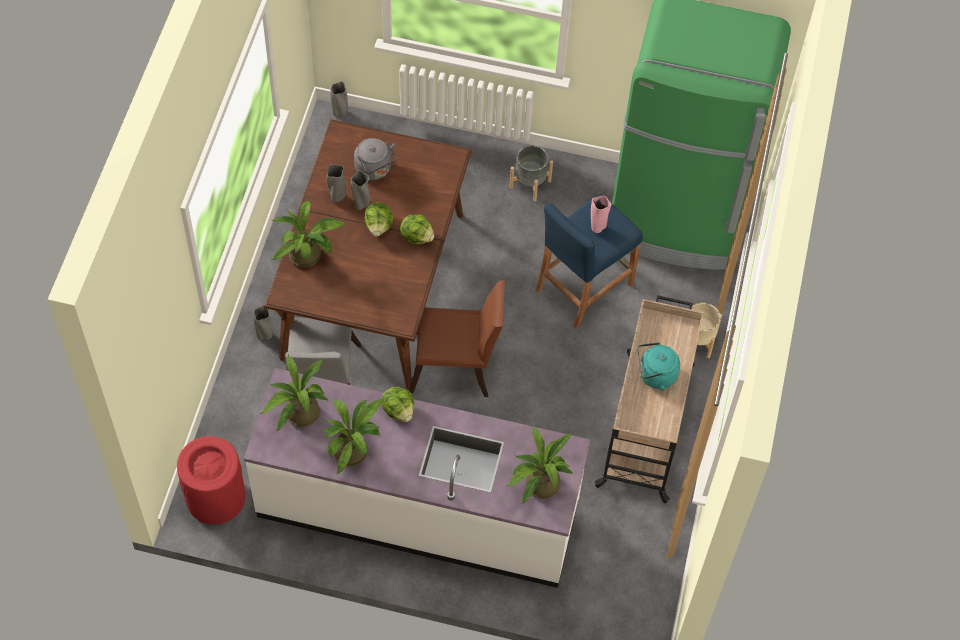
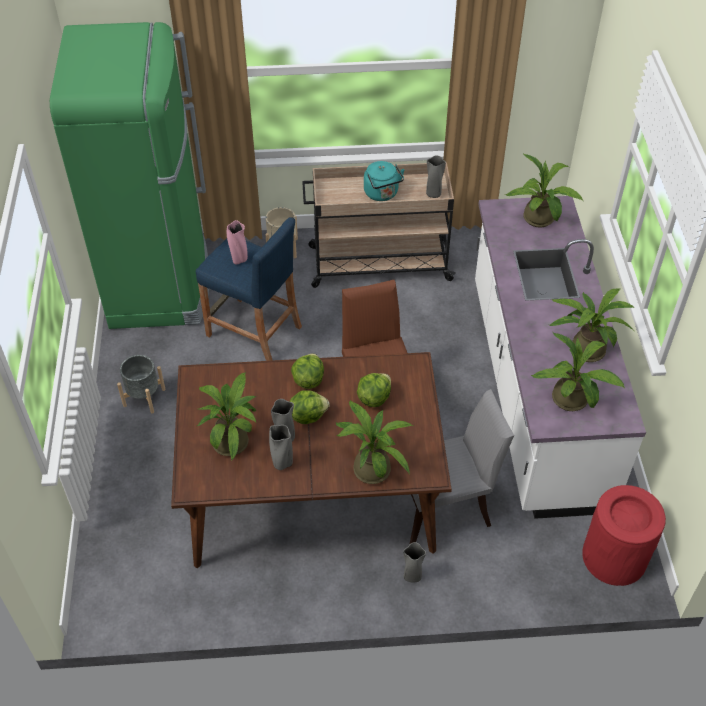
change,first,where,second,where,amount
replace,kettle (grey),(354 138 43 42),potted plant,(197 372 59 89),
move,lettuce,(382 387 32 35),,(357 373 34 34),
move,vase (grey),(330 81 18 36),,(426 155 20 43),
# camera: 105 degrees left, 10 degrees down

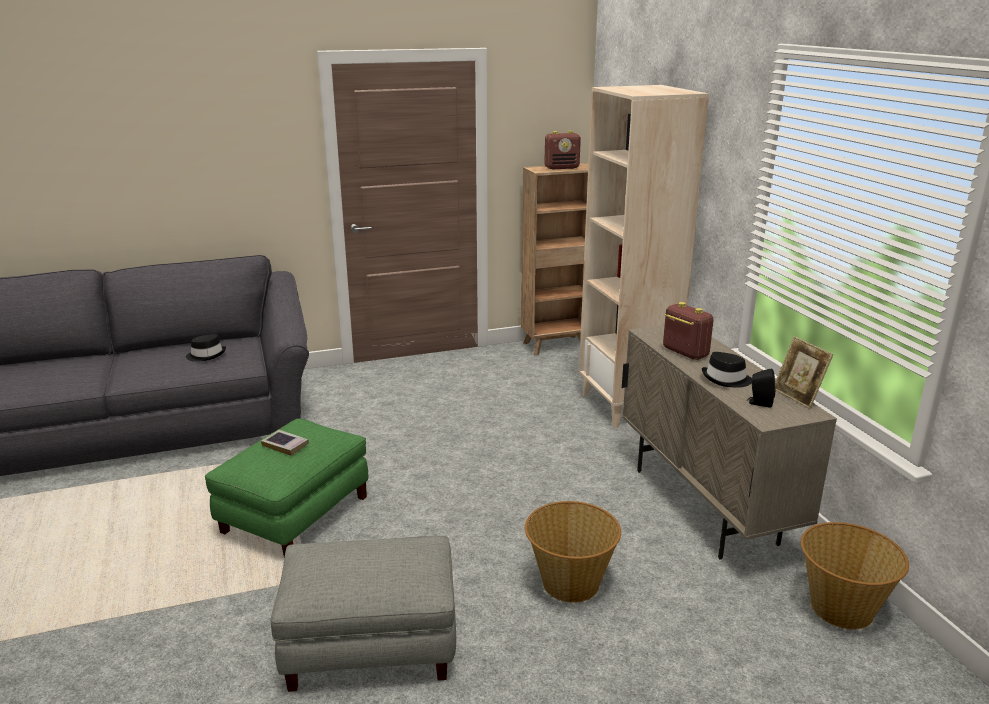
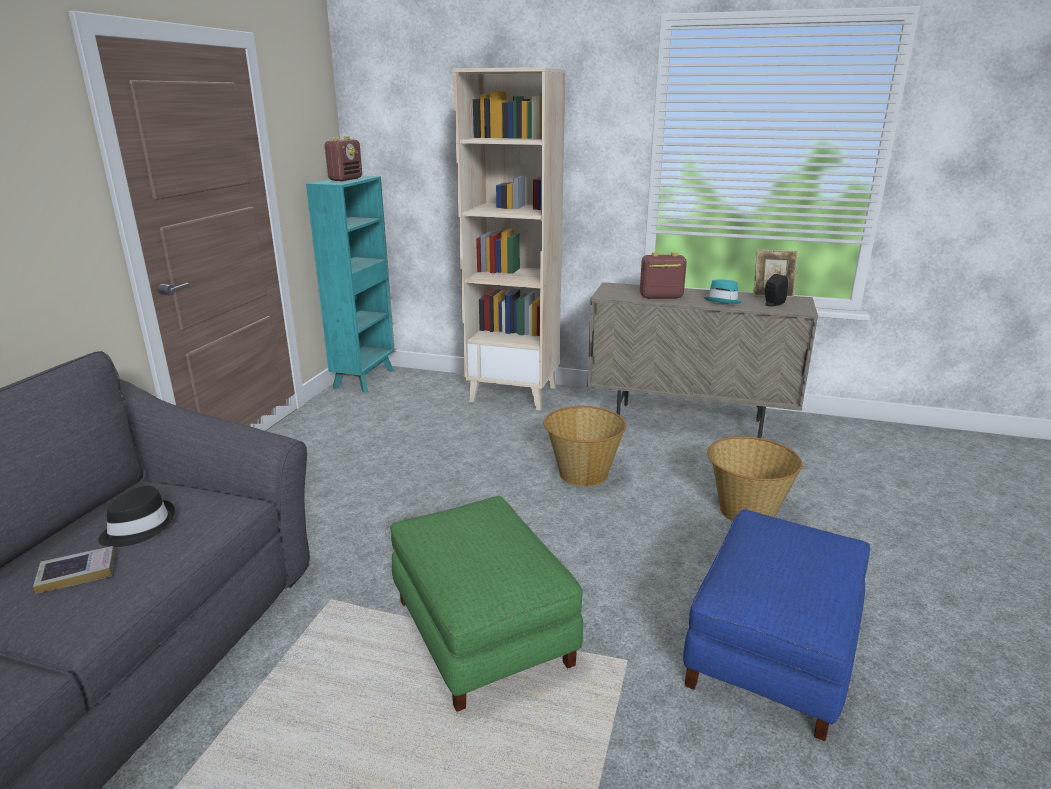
change,first,where,second,where,amount
move,book,(261 430 48 26),,(33 546 82 48),
recolor,bookcase (brown),(521 163 67 192),bookcase (turquoise),(306 176 89 217),
move,basket,(801 522 108 107),,(544 406 82 81),
recolor,ottoman (grey),(271 536 185 156),ottoman (blue),(683 509 187 232),
recolor,hat (black),(702 352 50 36),hat (turquoise),(704 279 39 25),
# camera: 55 degrees left, 0 degrees up

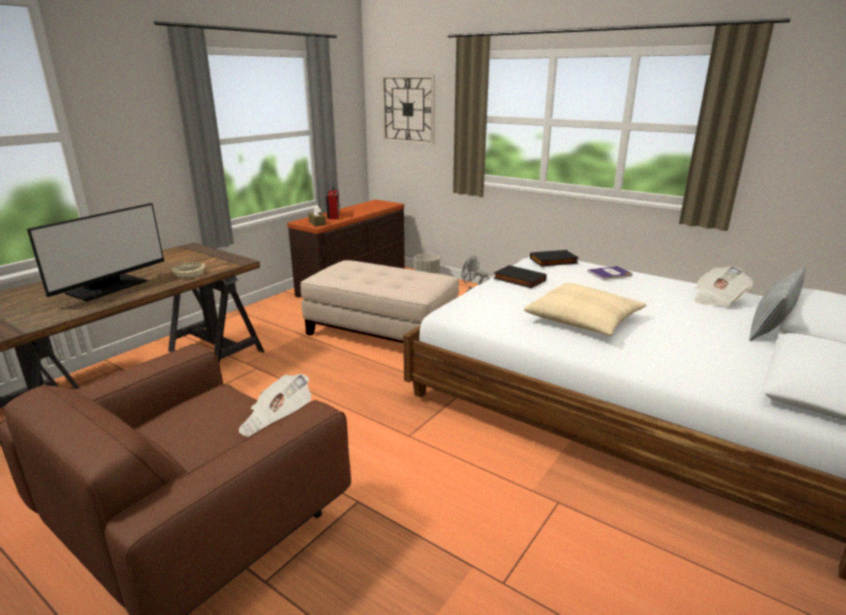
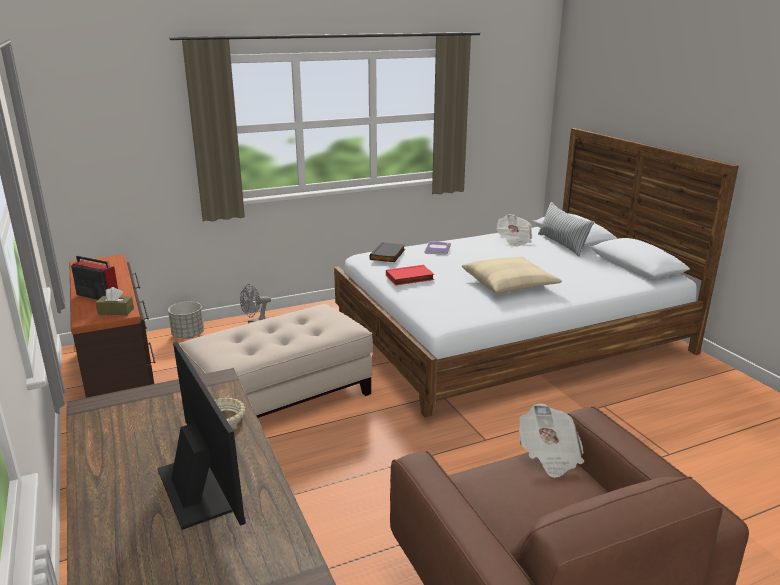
change,first,where,second,where,amount
recolor,book (black),(493 265 54 23),book (red),(386 265 48 20),
delete,wall clock,(382 75 53 70),,,
# camera: 60 degrees left, 0 degrees up

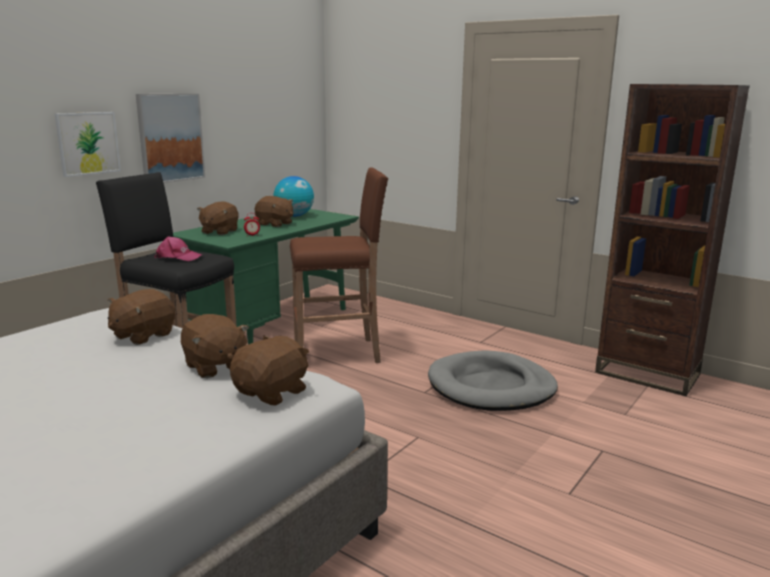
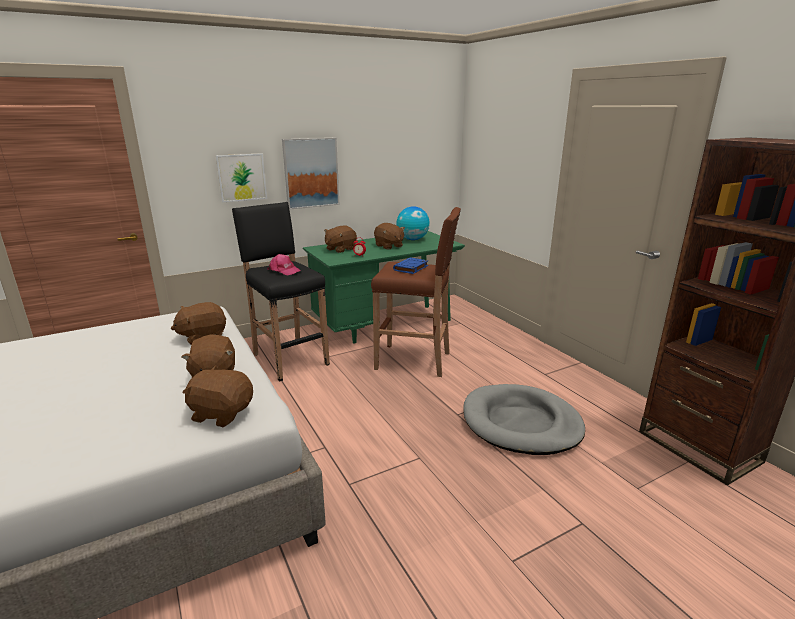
change,first,where,second,where,amount
rotate,plush toy (brown),(230 336 79 70),,(183 365 70 62),135 degrees counterclockwise
insert,,,book (blue),(393 257 35 17),
# camera: 25 degrees right, 5 degrees up

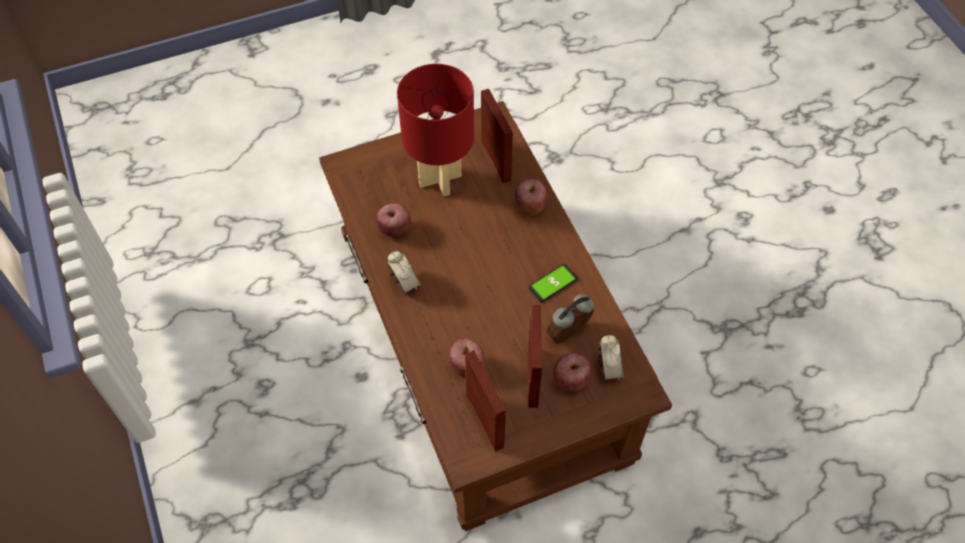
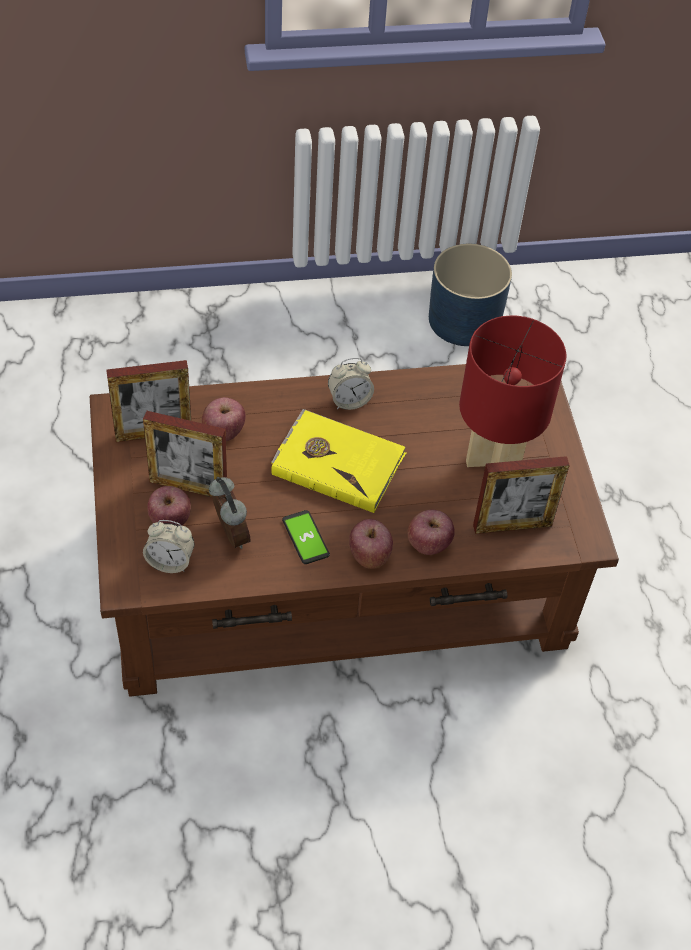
change,first,where,second,where,amount
insert,,,book (yellow),(271 409 136 104),
move,apple,(376 203 35 34),,(349 519 44 50),
insert,,,planter (blue),(429 244 83 102),
# camera: 100 degrees right, 5 degrees down

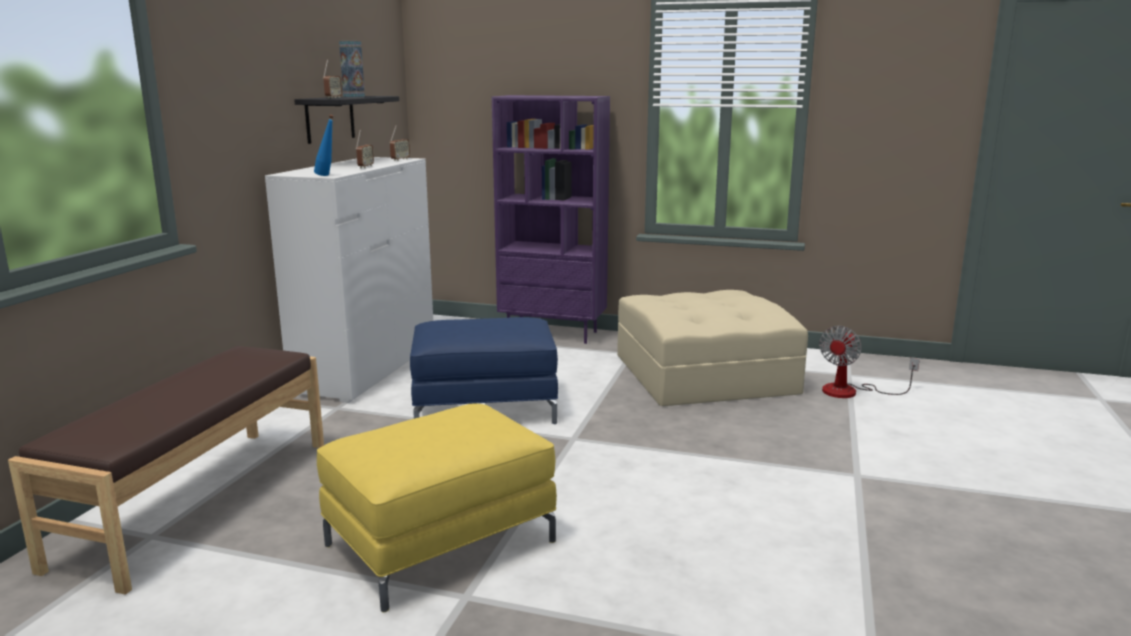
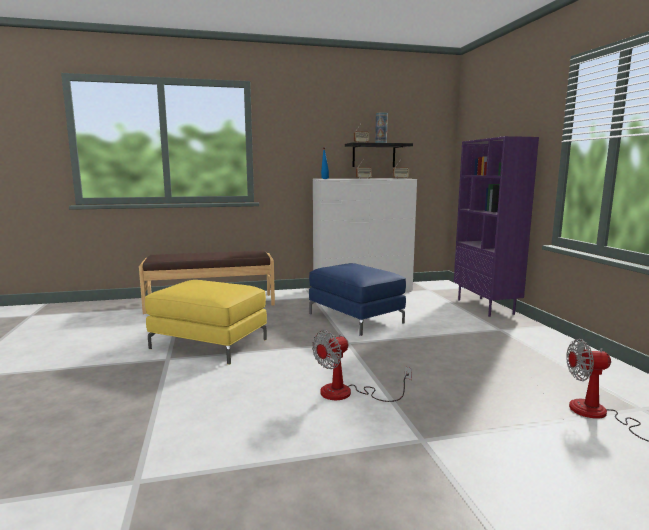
change,first,where,second,where,amount
insert,,,fan,(312 330 100 72),
delete,ottoman (beige),(617 290 191 116),,,
# camera: 60 degrees right, 5 degrees down

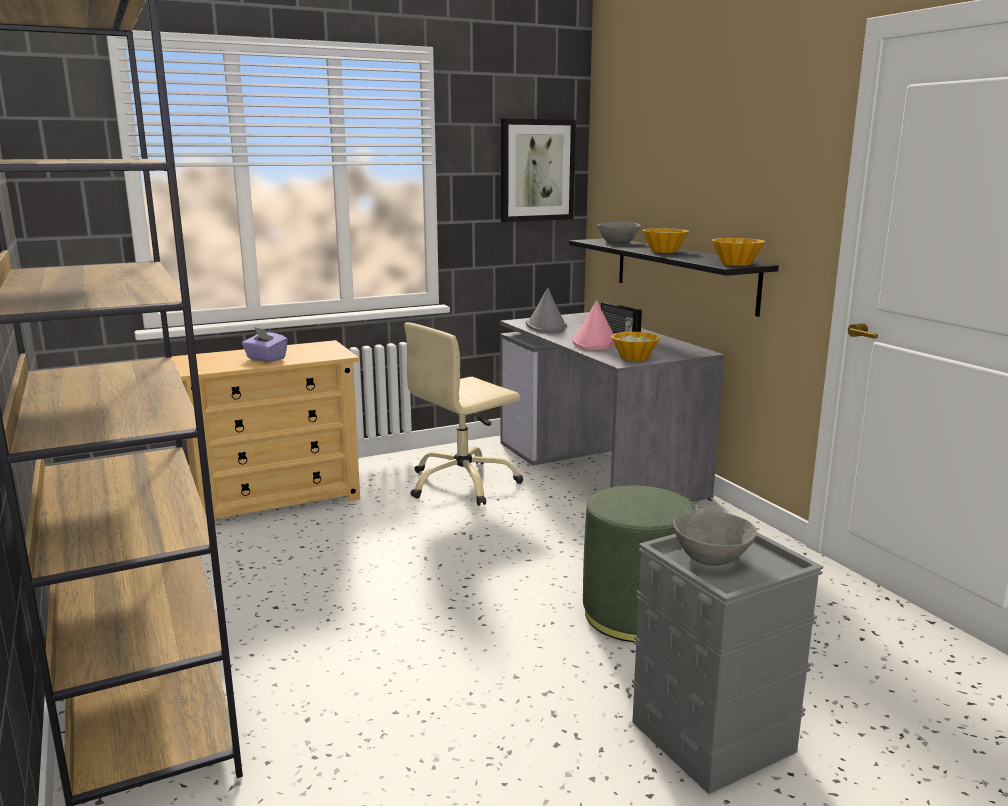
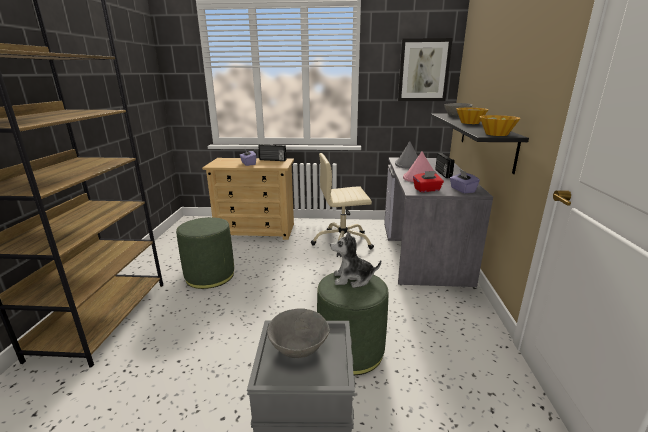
change,first,where,second,where,amount
insert,,,ottoman (green),(176 217 58 72),
insert,,,radio,(258 144 28 17),
insert,,,plush toy,(330 231 51 57),
replace,bowl,(611 332 49 29),tissue box (red),(413 171 31 21),
insert,,,tissue box (purple),(450 170 30 24),
# camera: 30 degrees right, 5 degrees up

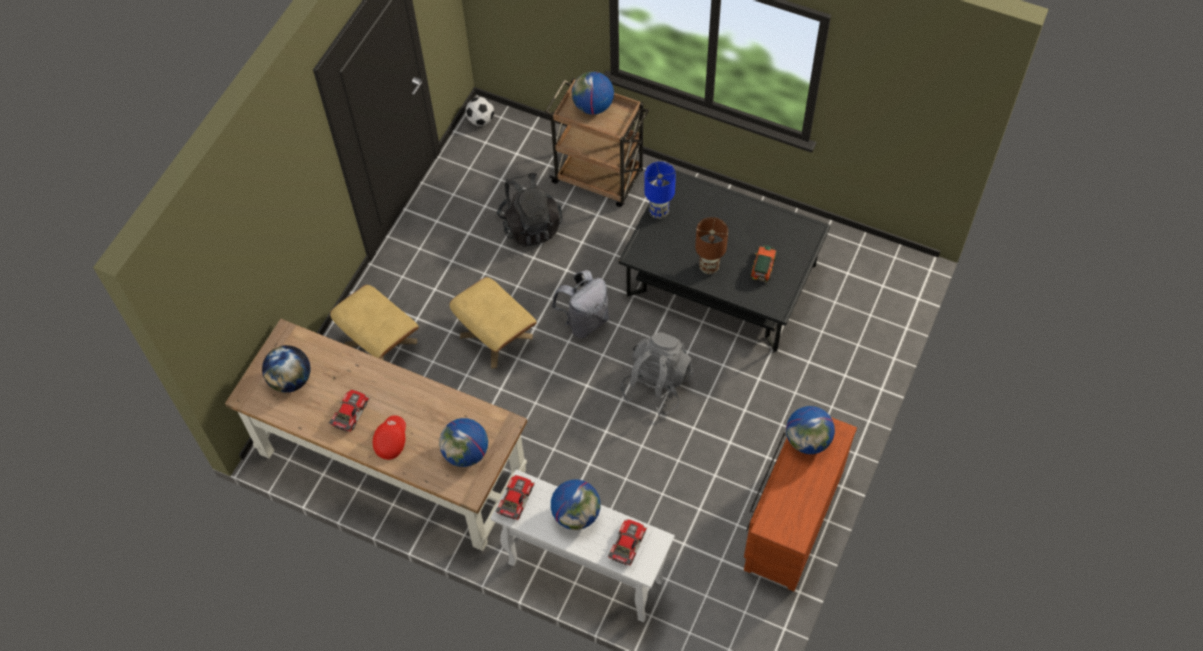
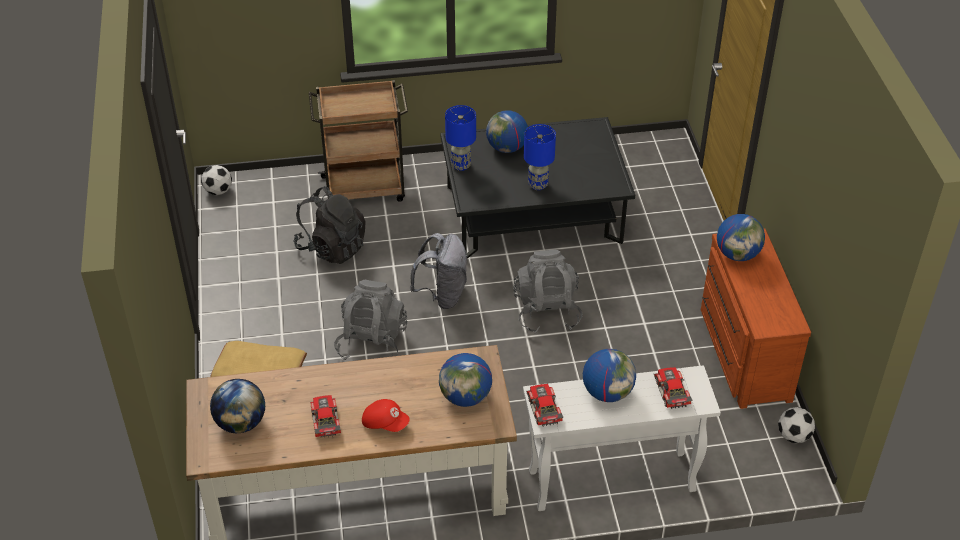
change,first,where,second,where,amount
replace,ottoman (beige),(449 277 88 91),backpack (grey),(334 280 73 80),
rotate,cap (red),(373 415 33 45),,(362 399 48 33),135 degrees clockwise
move,globe,(572 72 42 43),,(486 110 42 43),
recolor,table lamp (brown),(695 217 33 57),table lamp (blue),(524 124 32 66),
insert,,,football,(778 407 37 36),
delete,toy car,(750 245 27 37),,,
# camera: 35 degrees left, 15 degrees down

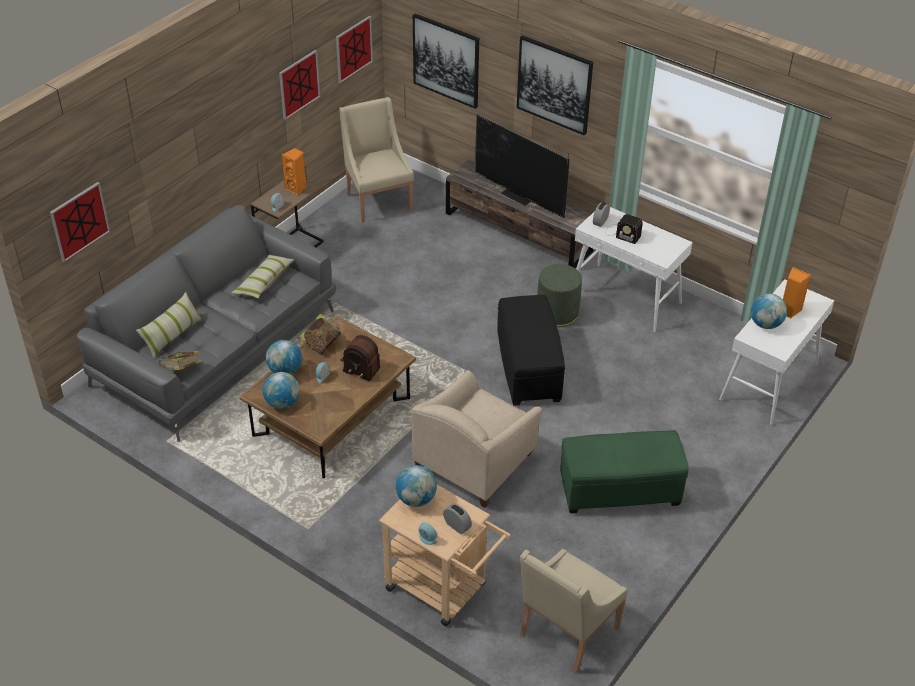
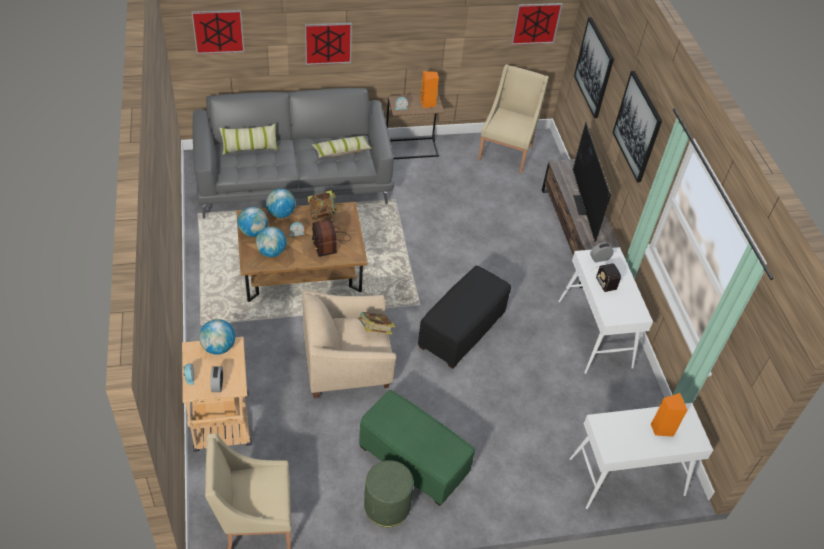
change,first,where,second,where,amount
move,globe,(750 293 37 36),,(256 227 30 30),
move,picture,(279 50 41 70),,(305 23 47 42),
move,book,(158 351 44 19),,(357 312 38 23),
move,ottoman (green),(537 264 45 63),,(364 460 50 67),
# camera: 40 degrees right, 5 degrees up

